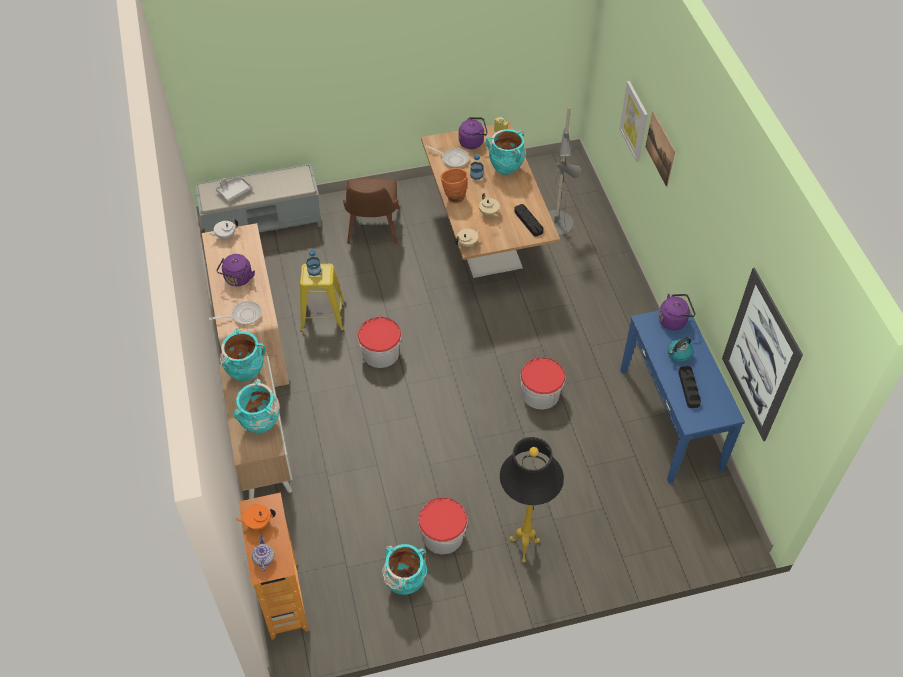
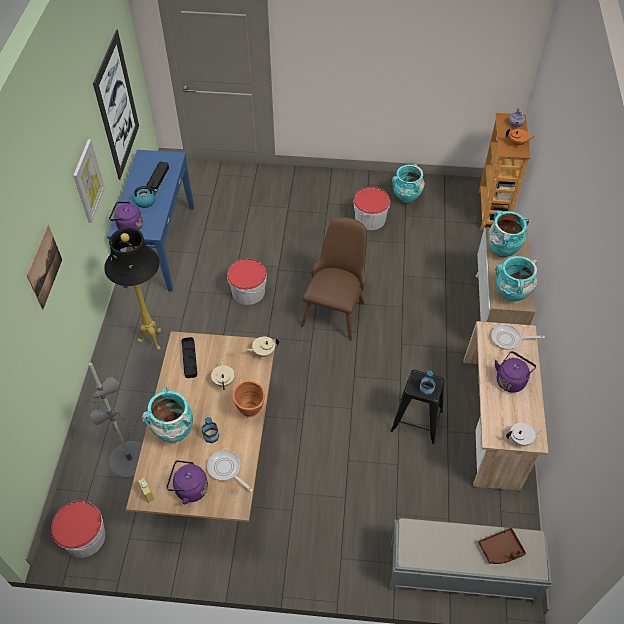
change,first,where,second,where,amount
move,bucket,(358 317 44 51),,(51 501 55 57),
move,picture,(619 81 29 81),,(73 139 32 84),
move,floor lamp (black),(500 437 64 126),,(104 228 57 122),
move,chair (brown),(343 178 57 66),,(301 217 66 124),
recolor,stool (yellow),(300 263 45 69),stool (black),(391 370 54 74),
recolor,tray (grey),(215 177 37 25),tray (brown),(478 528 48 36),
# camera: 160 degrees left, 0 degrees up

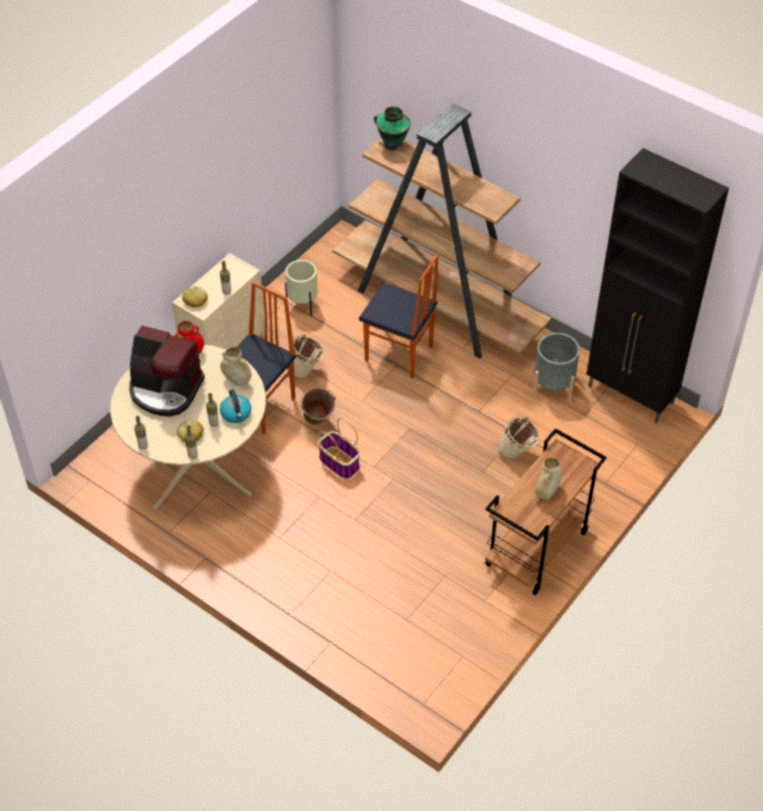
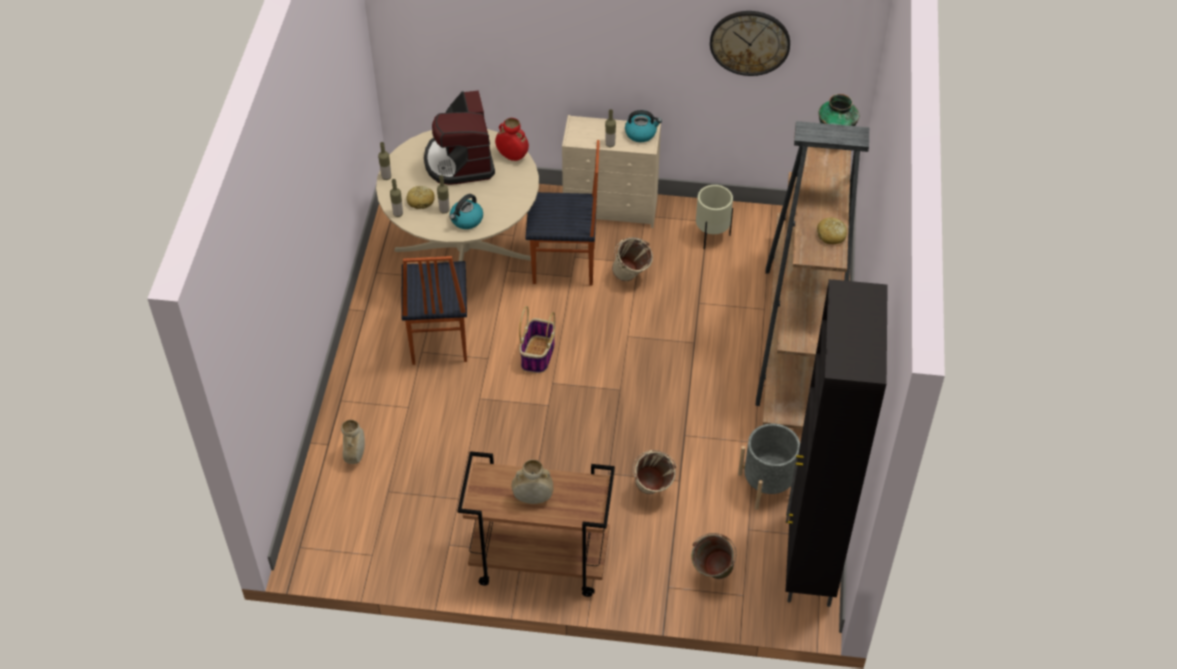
change,first,where,second,where,amount
move,vase (beige),(220 347 31 39),,(341 420 24 44),
move,chair,(359 254 80 124),,(401 256 66 109),
insert,,,kettle,(625 110 37 32),
move,bucket (green),(300 387 36 38),,(691 533 45 46),
insert,,,wall clock,(710 11 80 65),
move,bread,(182 286 26 22),,(817 218 30 26),
# camera: 60 degrees right, 0 degrees up

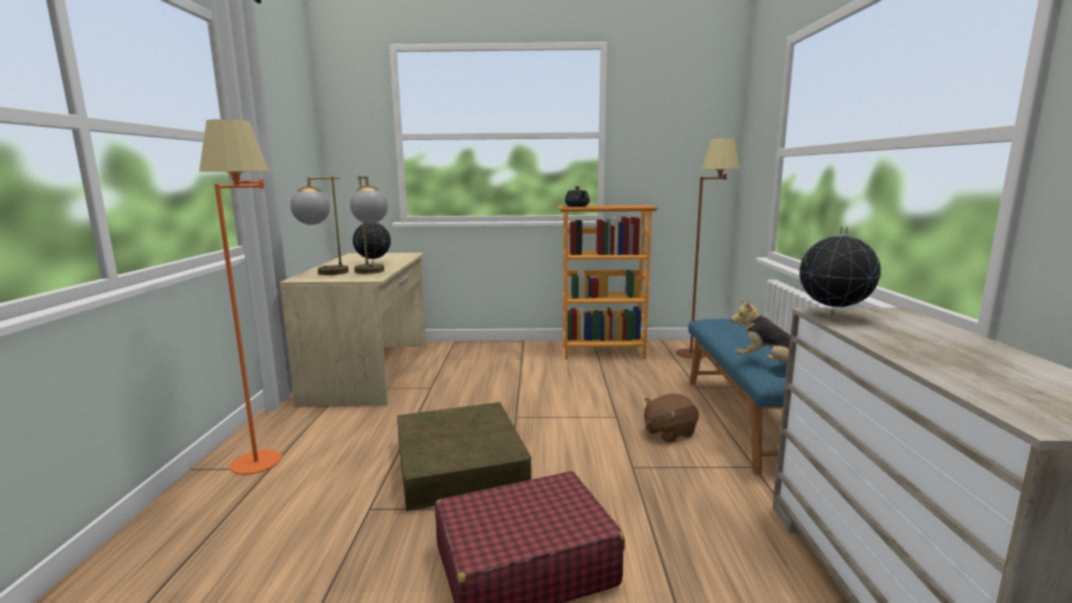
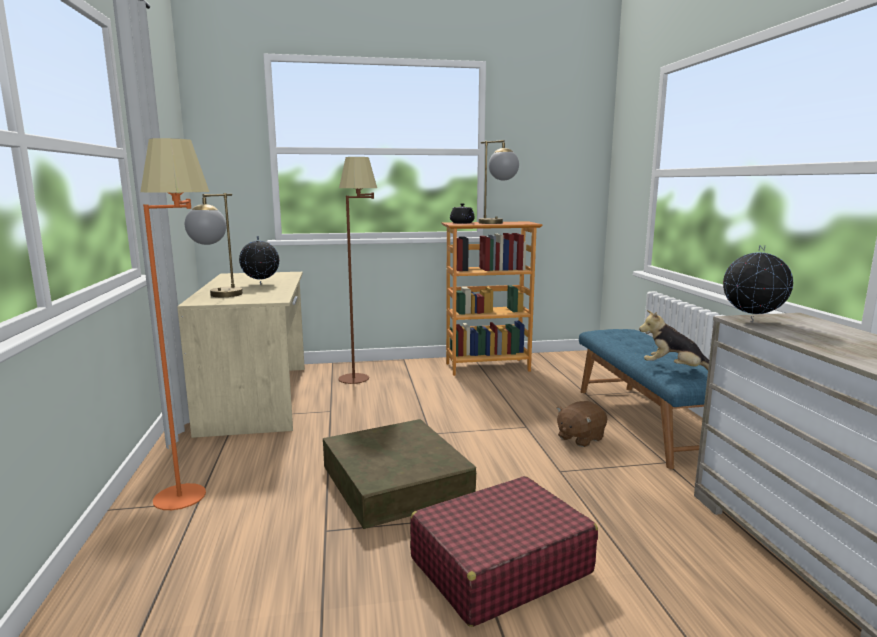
change,first,where,second,where,amount
move,floor lamp (brown),(676 138 64 221),,(338 157 39 227),
move,table lamp,(350 176 38 98),,(478 140 41 84),
# camera: 10 degrees left, 0 degrees up

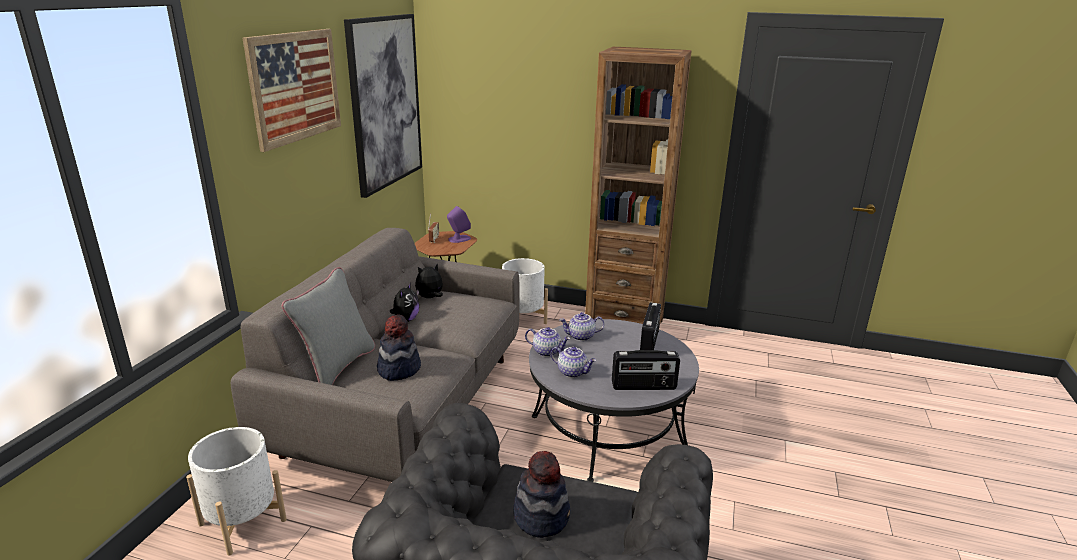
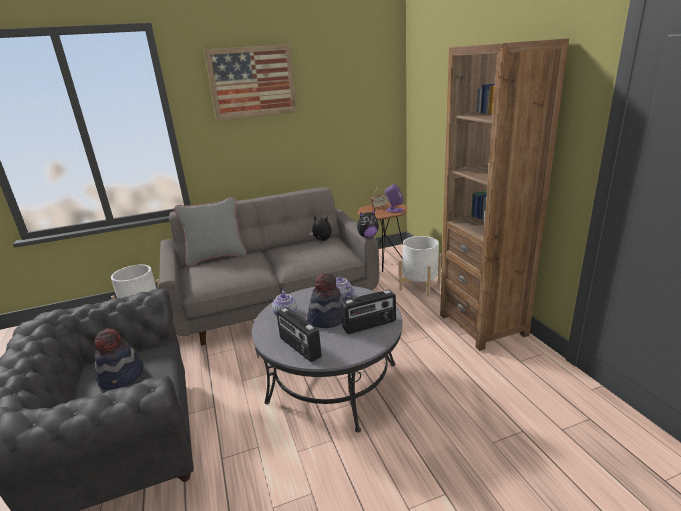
change,first,where,second,where,amount
move,hat,(377 315 44 66),,(307 273 37 55),
move,plush toy,(390 282 29 40),,(357 210 22 28),
delete,picture,(344 14 78 184),,,
delete,teapot,(525 327 45 30),,,
# camera: 55 degrees right, 0 degrees up

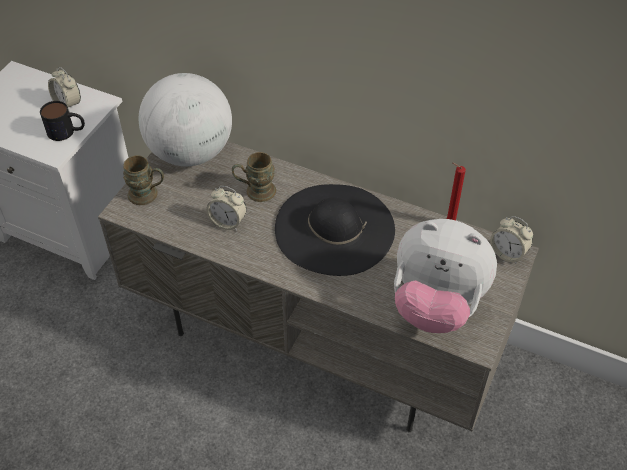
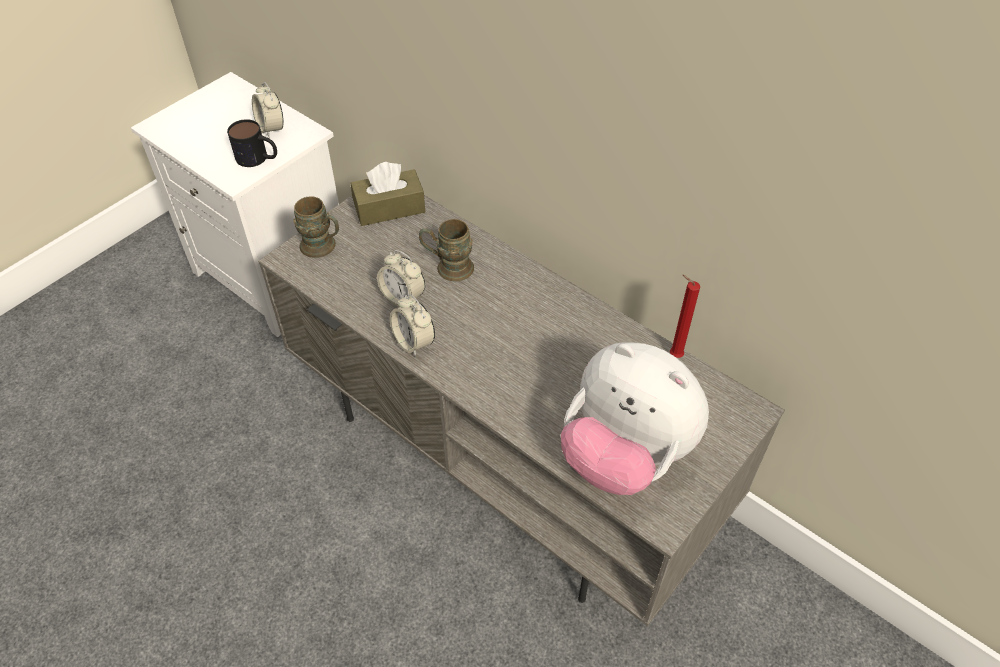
change,first,where,second,where,amount
replace,globe,(139 73 93 93),tissue box (brown),(351 162 74 64),
move,alarm clock,(490 216 43 47),,(390 294 45 63),
delete,hat (black),(275 184 120 92),,,
# camera: 15 degrees right, 0 degrees up

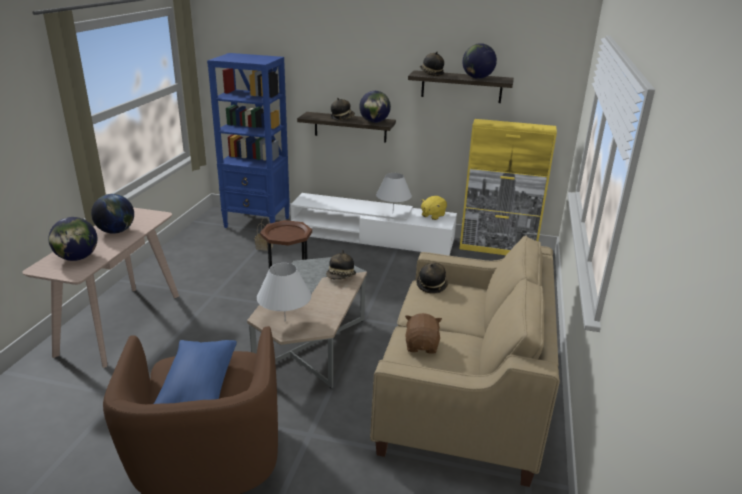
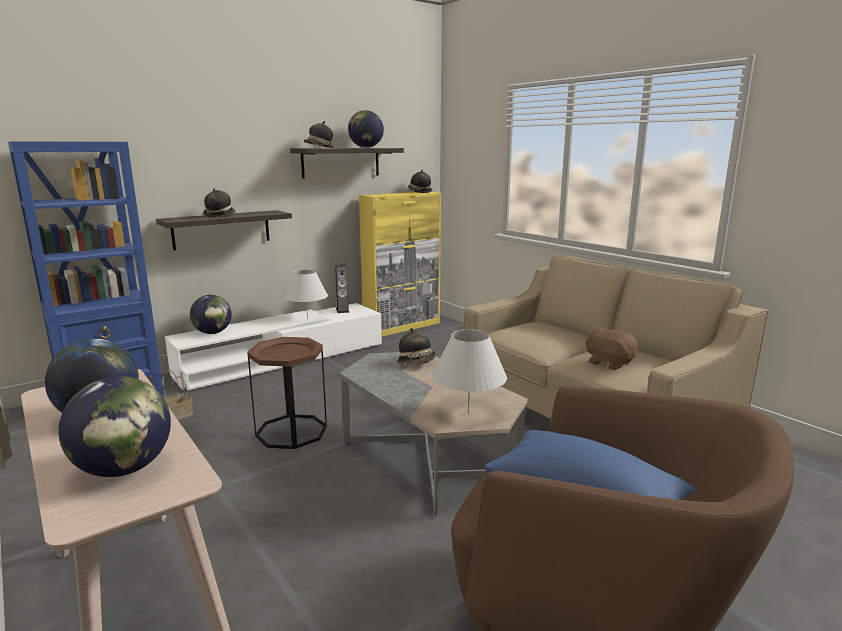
change,first,where,second,where,amount
move,globe,(359 91 32 32),,(190 295 42 39),
replace,plush toy (yellow),(421 196 26 24),speaker,(335 264 15 49),
move,hat,(417 262 31 31),,(408 170 24 23),
# camera: 50 degrees left, 10 degrees down

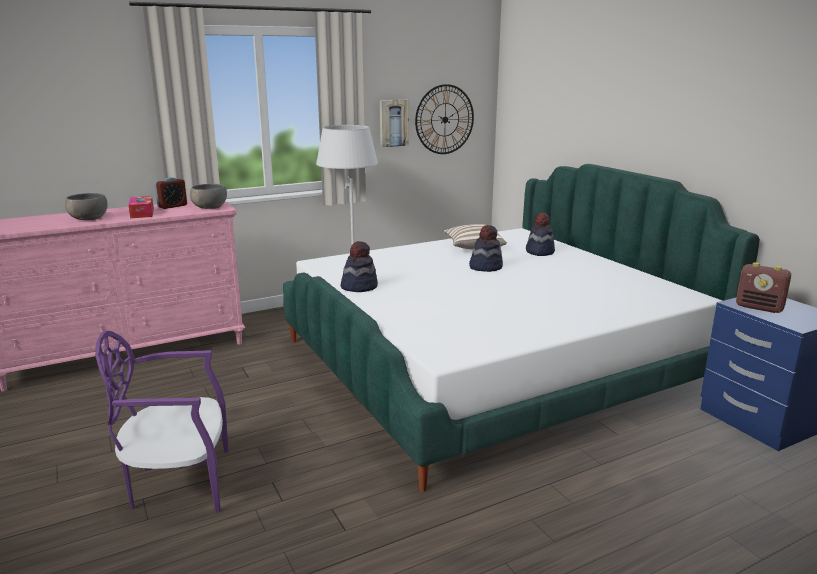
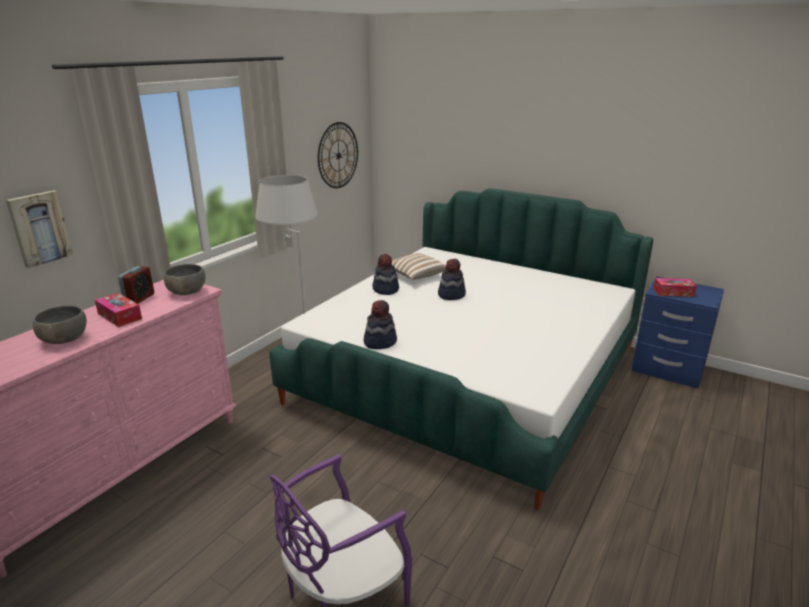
change,first,where,second,where,amount
move,picture,(380 100 29 47),,(6 190 67 78),
move,hat,(526 213 29 43),,(372 254 27 41),
replace,radio,(736 262 55 51),tissue box,(653 278 44 19),
# camera: 30 degrees left, 5 degrees up

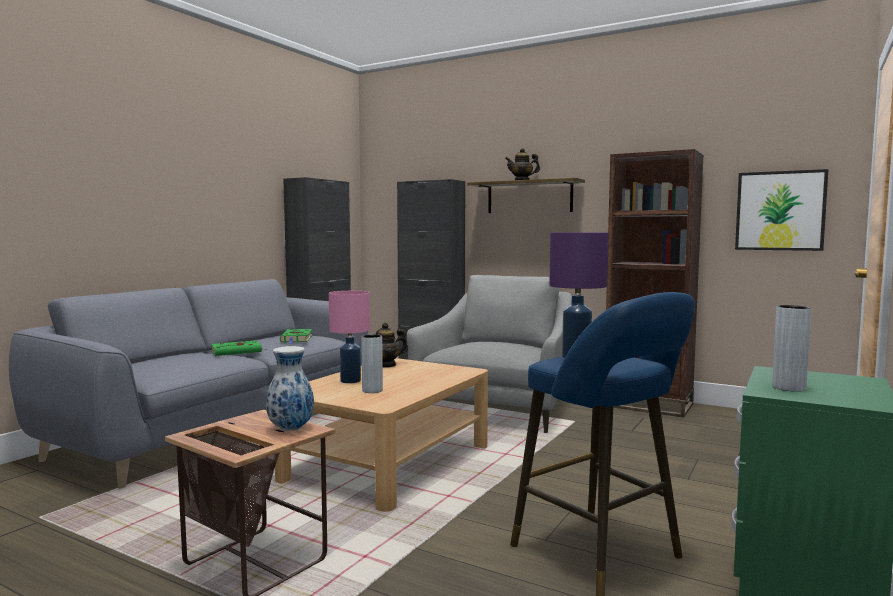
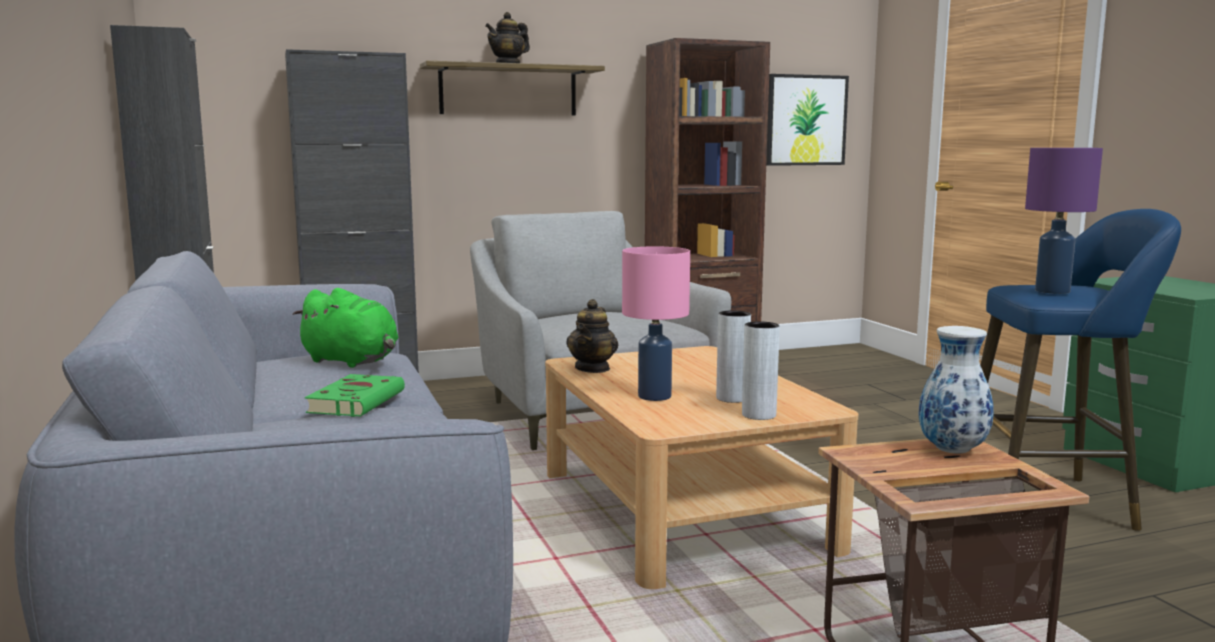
change,first,where,second,where,amount
replace,book (green),(280 329 32 15),plush toy (green),(292 288 107 80),
move,vase (grey),(772 305 39 87),,(742 321 38 99),
# camera: 50 degrees left, 5 degrees up

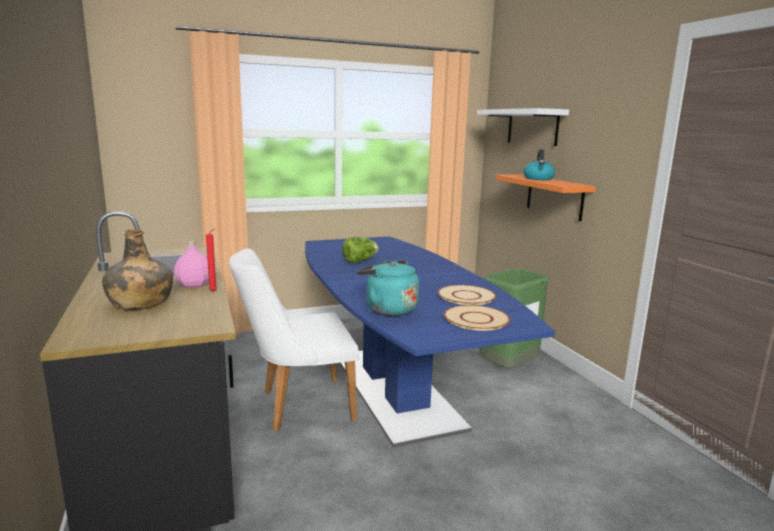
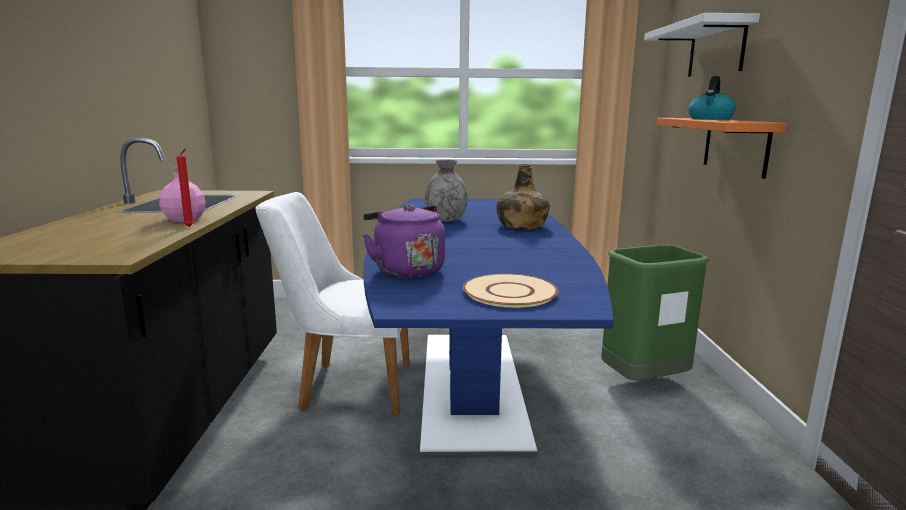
change,first,where,second,where,amount
recolor,kettle (turquoise),(357 260 62 56),kettle (purple),(363 204 82 74),
replace,lettuce,(342 237 37 26),vase (grey),(425 160 43 62),
move,bottle (green),(102 229 71 81),,(497 164 53 66),
delete,plate (beige),(438 285 58 20),,,
# camera: 20 degrees right, 0 degrees up

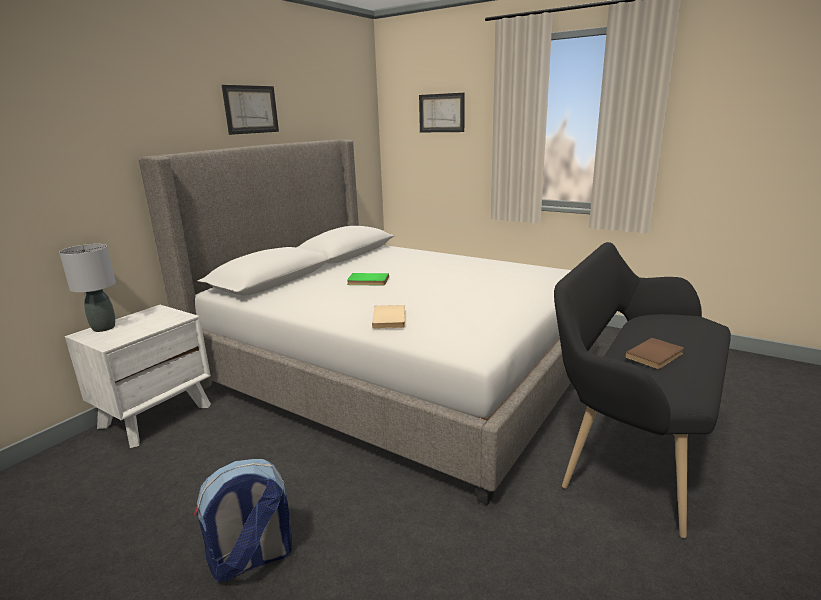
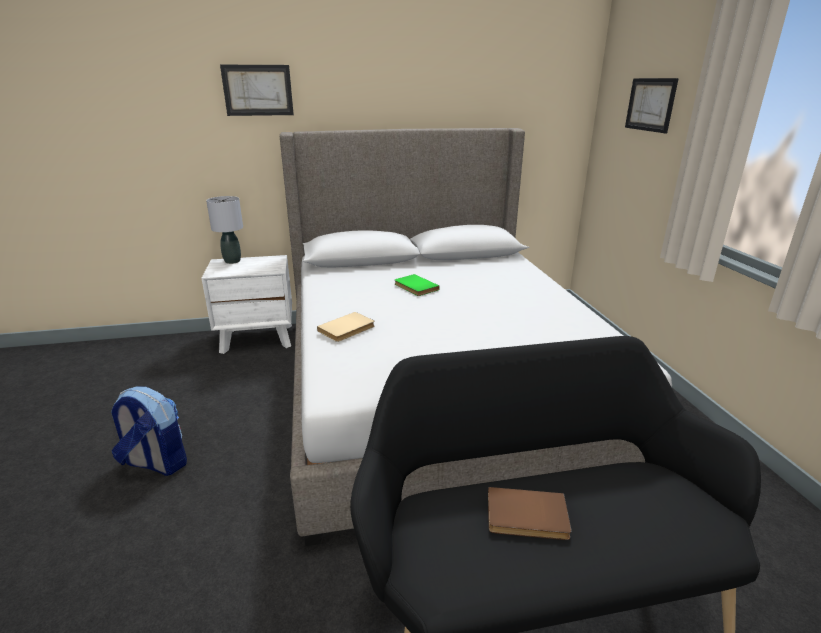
change,first,where,second,where,amount
move,picture,(222 85 57 50),,(220 65 74 51),
# camera: 45 degrees right, 5 degrees up

